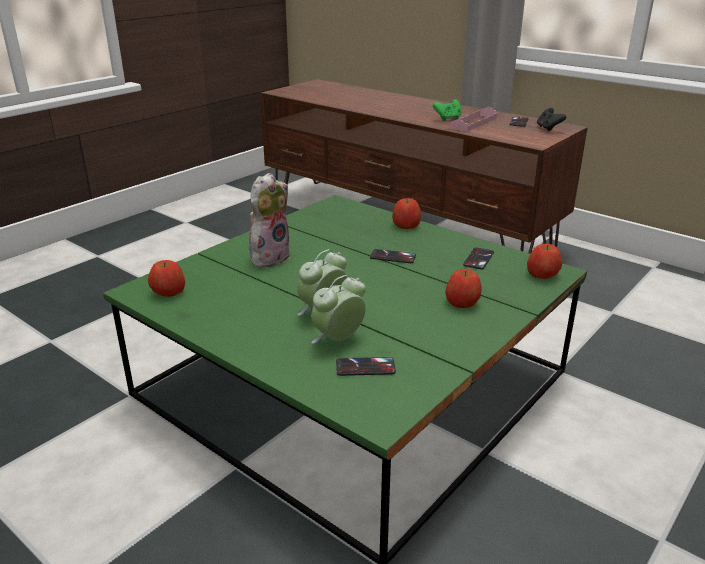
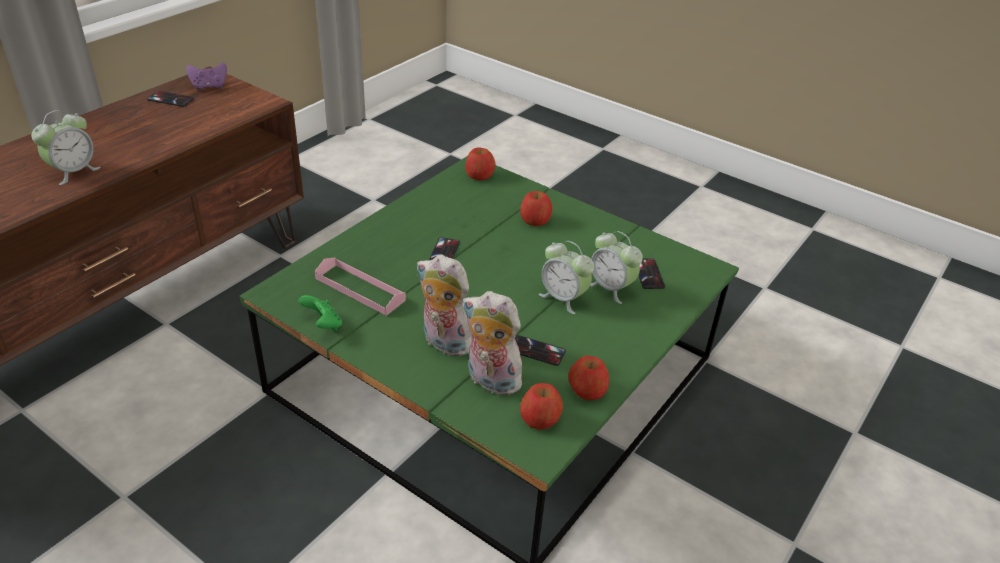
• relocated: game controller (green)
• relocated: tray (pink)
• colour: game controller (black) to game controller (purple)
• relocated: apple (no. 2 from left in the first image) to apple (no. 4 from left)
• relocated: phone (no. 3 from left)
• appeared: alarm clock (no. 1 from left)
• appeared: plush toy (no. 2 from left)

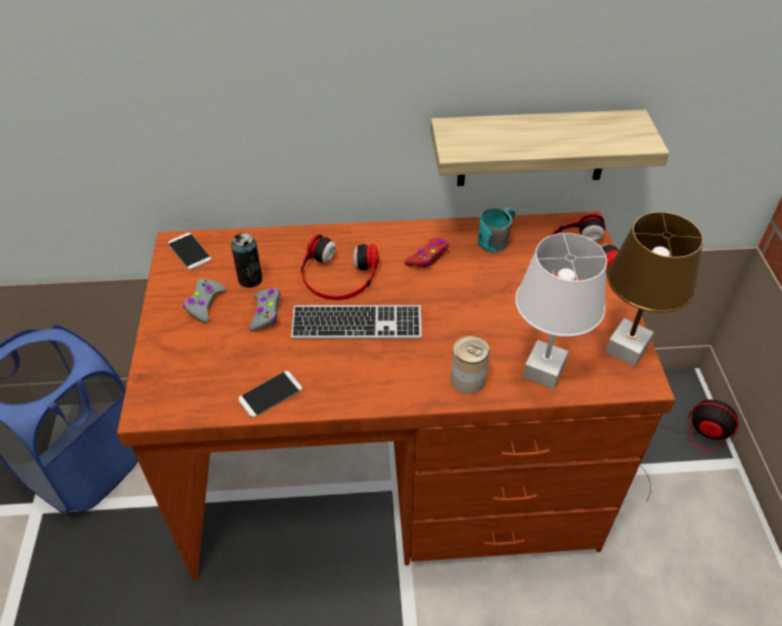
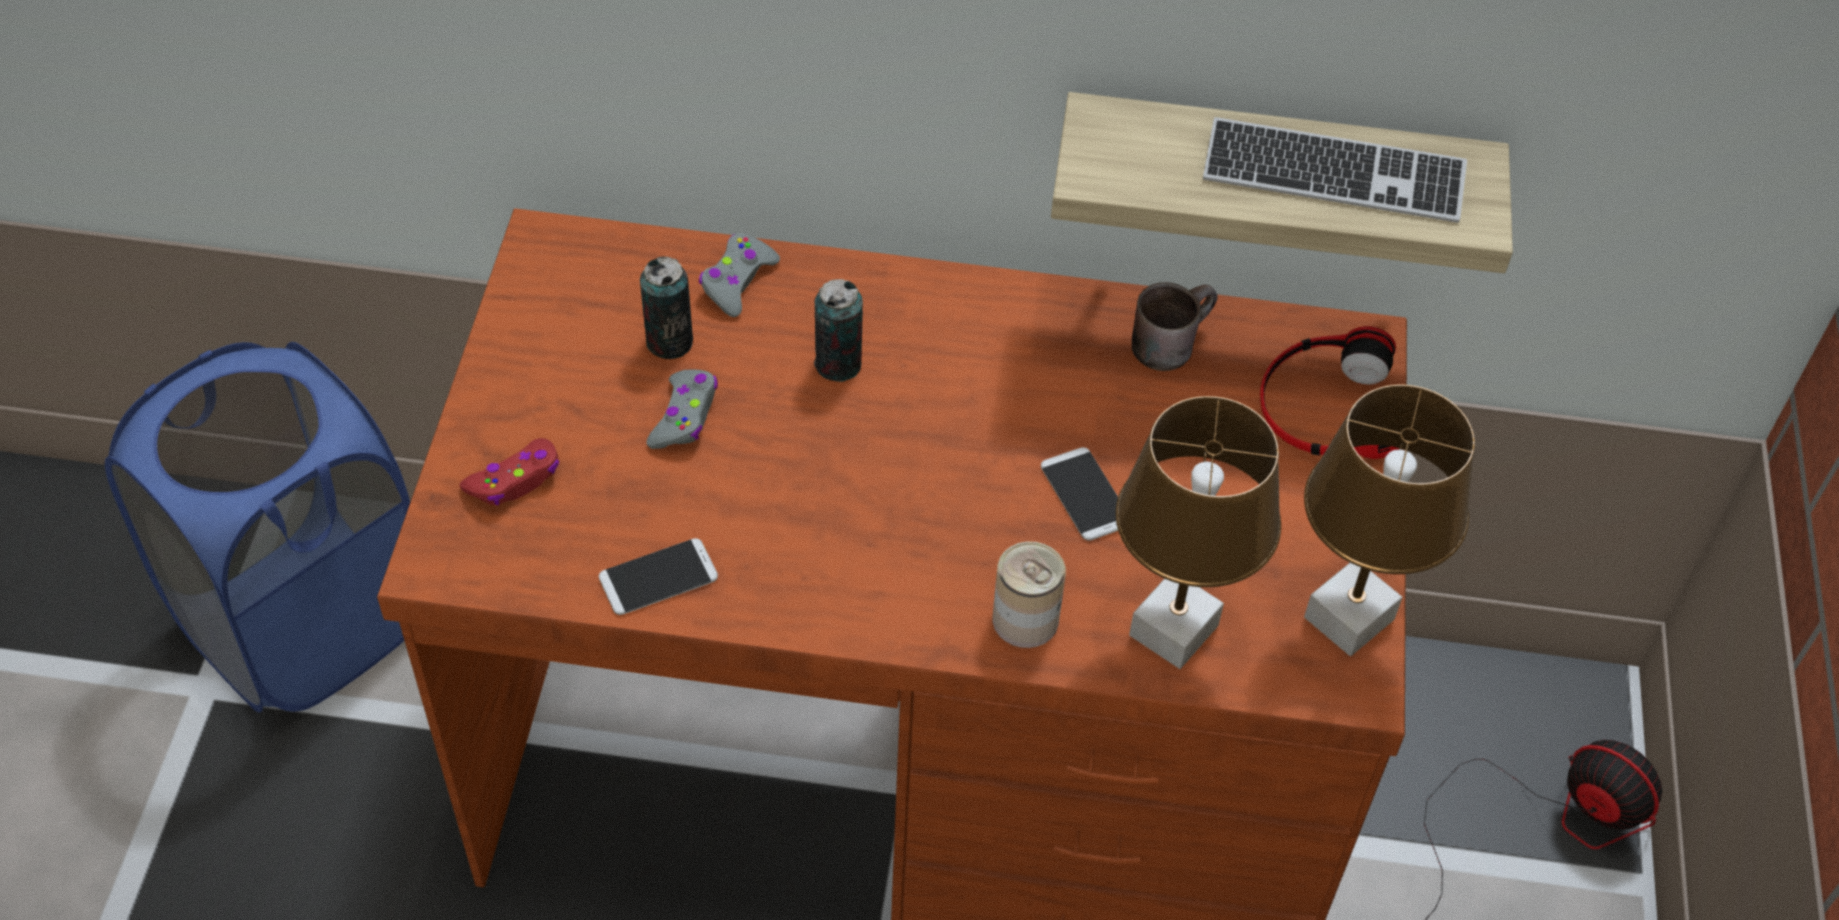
• colour: mug (turquoise) to mug (brown)
• relocated: phone (no. 1 from left in the first image) to phone (no. 2 from left)
• colour: table lamp (white) to table lamp (brown) (no. 1 from left)
• exchanged: headphones (no. 1 from left) to can (no. 2 from left)
• relocated: game controller (red)
• relocated: game controller (grey) (no. 1 from left in the first image) to game controller (grey) (no. 2 from left)
• relocated: keyboard

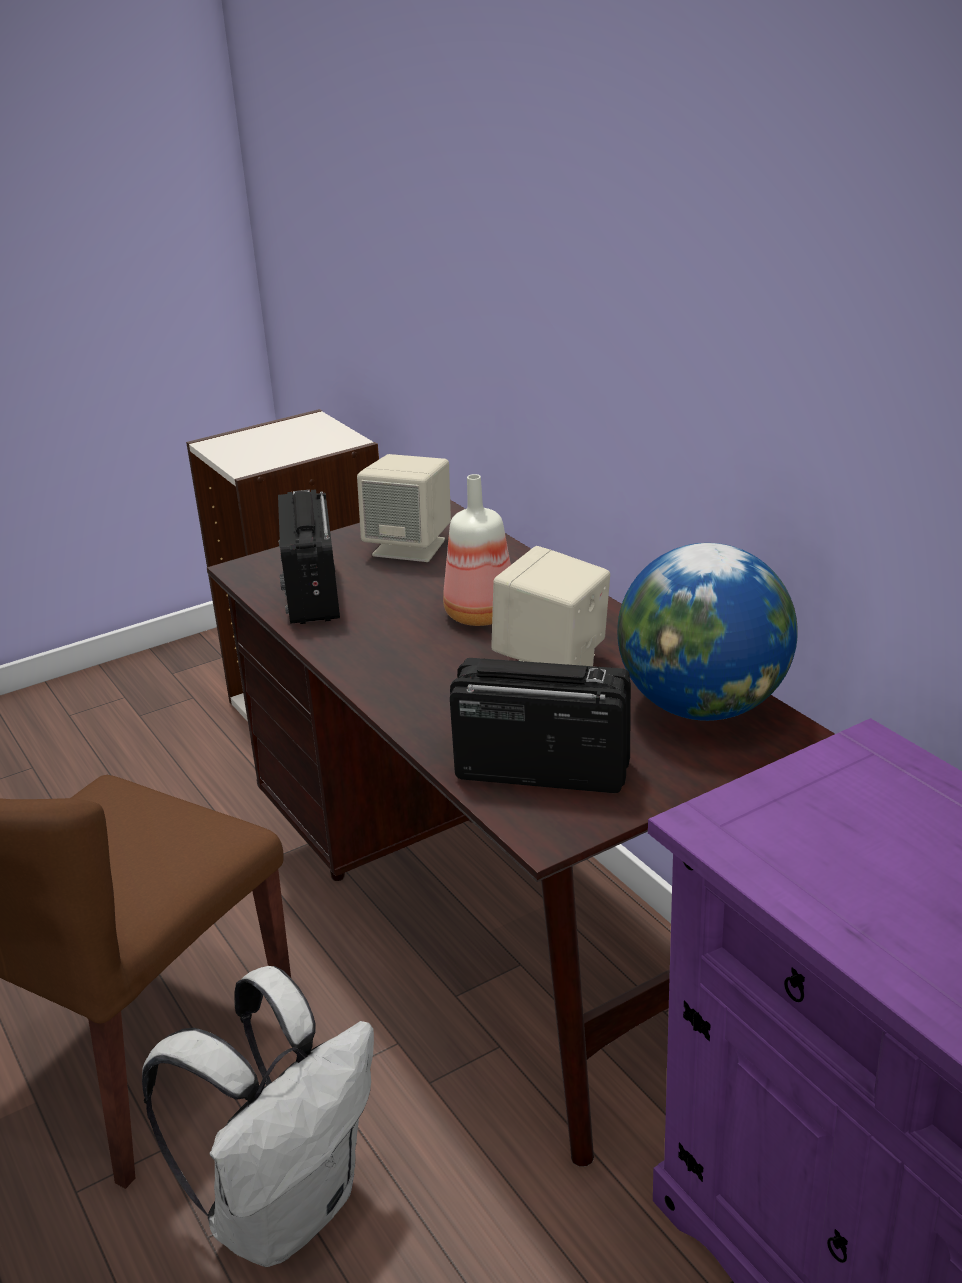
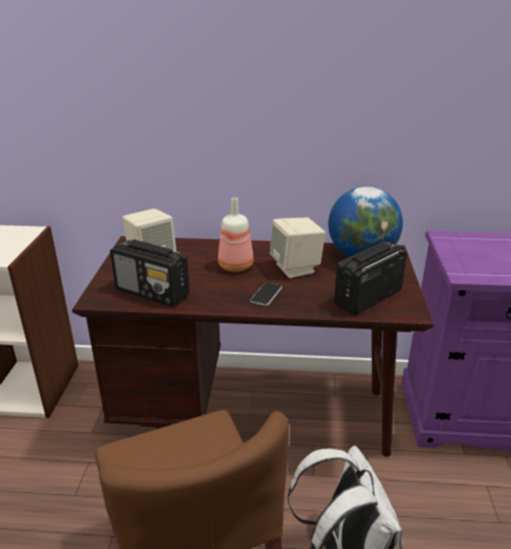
• appeared: phone

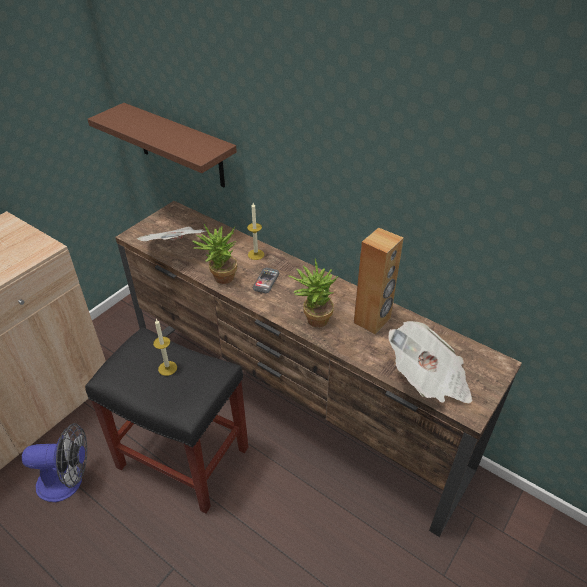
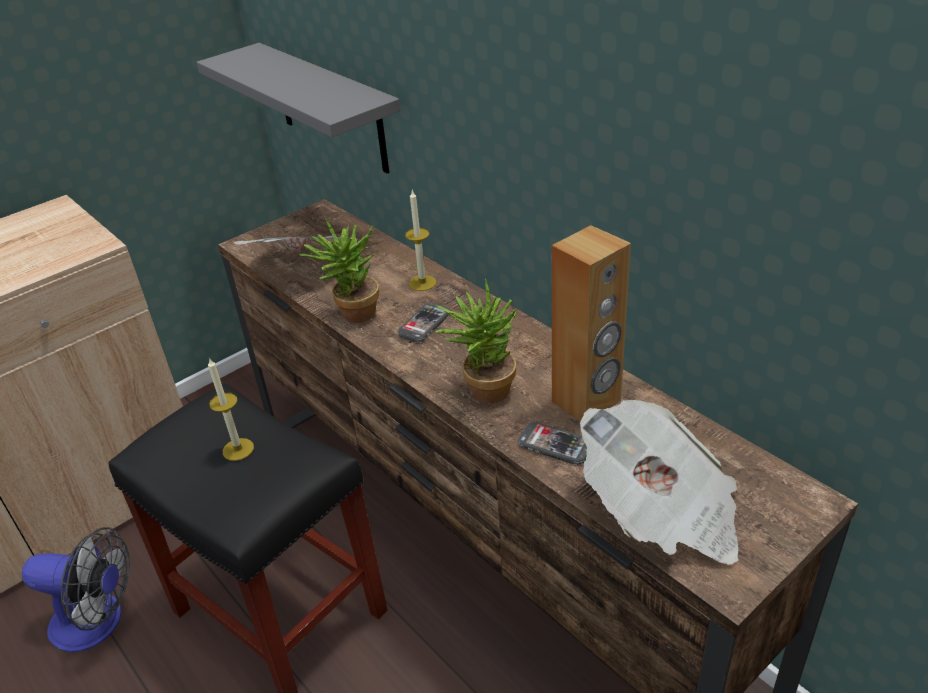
• colour: shelf (brown) to shelf (grey)
• appeared: phone (no. 2 from left)

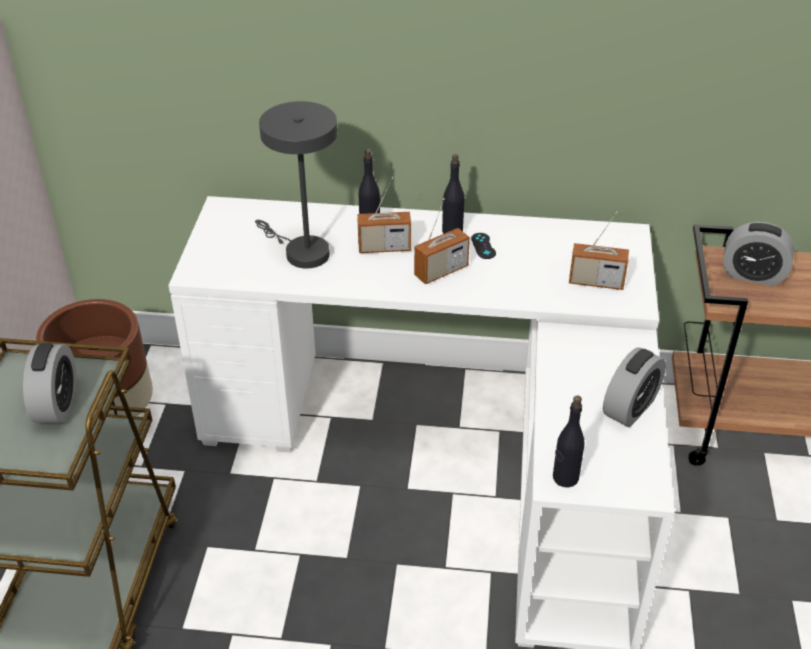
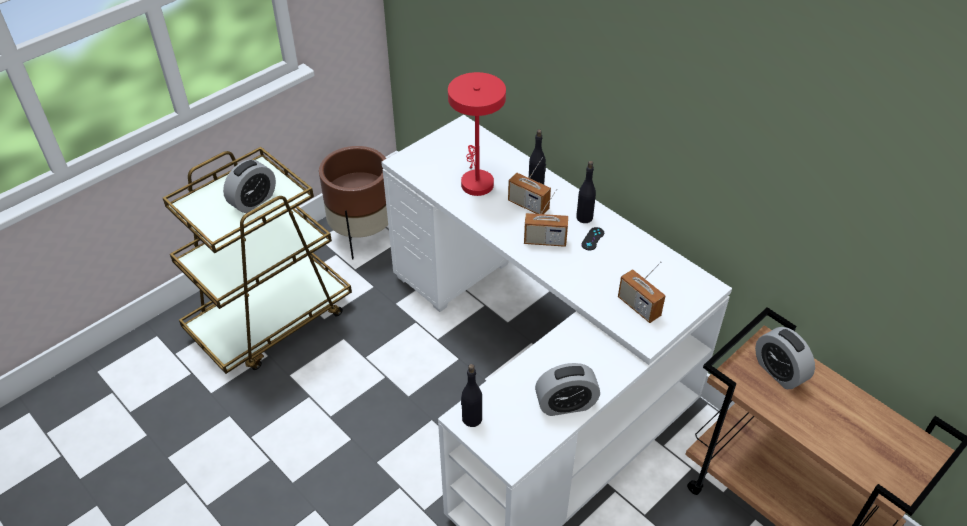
• colour: table lamp (grey) to table lamp (red)

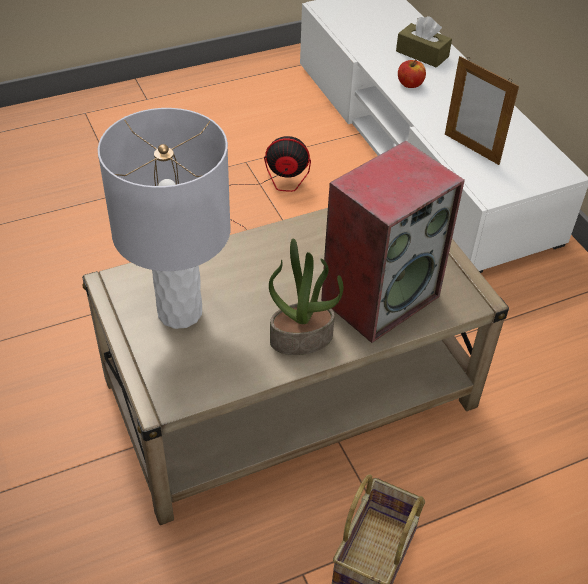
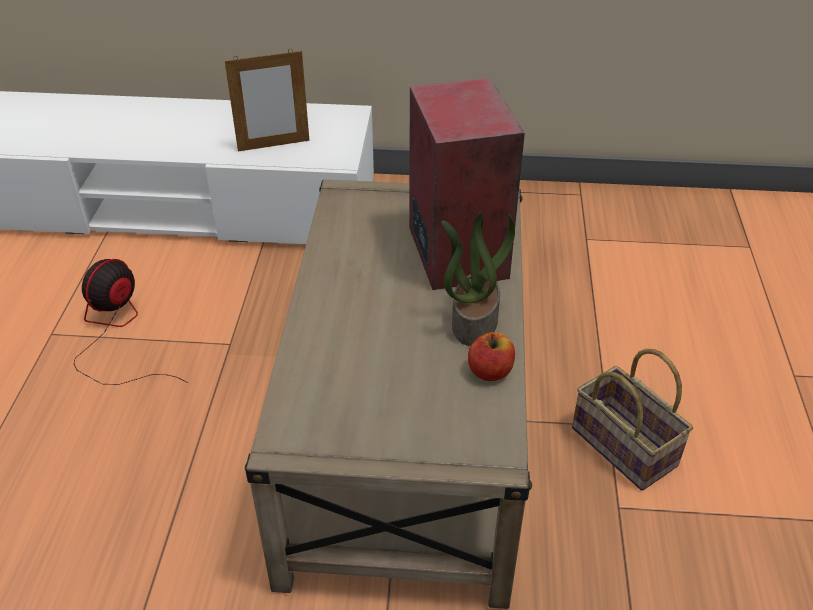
• missing: tissue box (brown)
• relocated: apple
• missing: table lamp (grey)

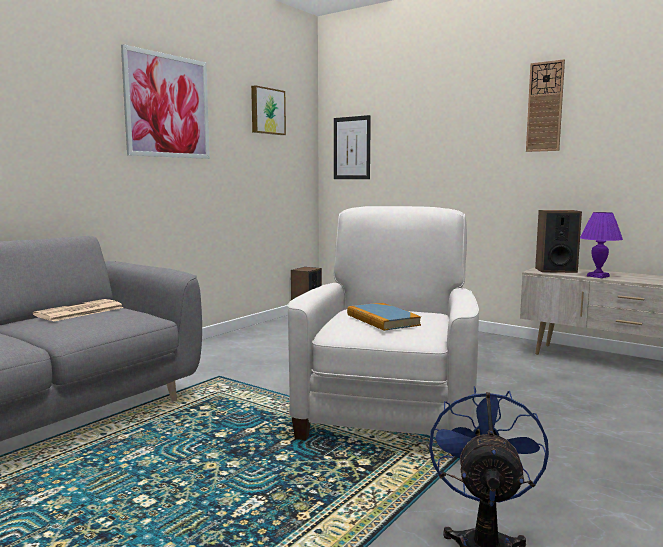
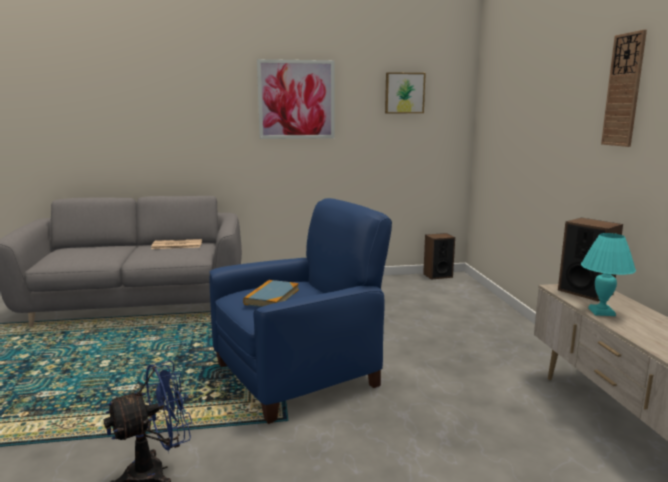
• missing: picture (no. 3 from left)
• colour: armchair (white) to armchair (blue)
• colour: table lamp (purple) to table lamp (turquoise)

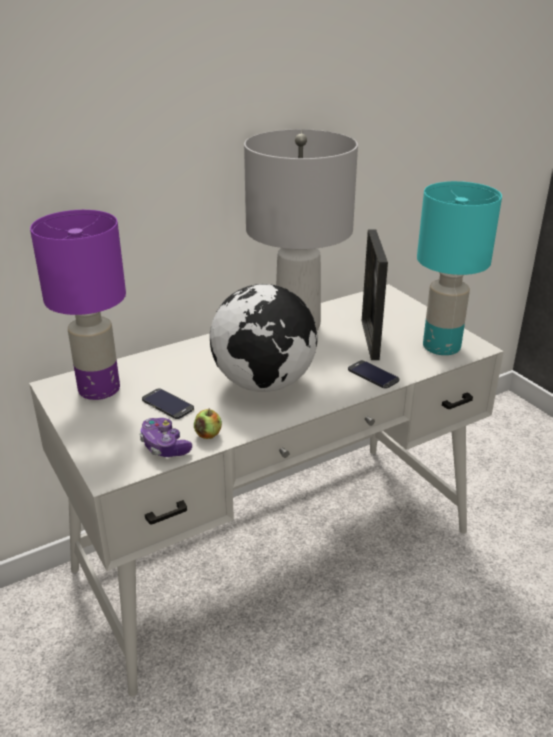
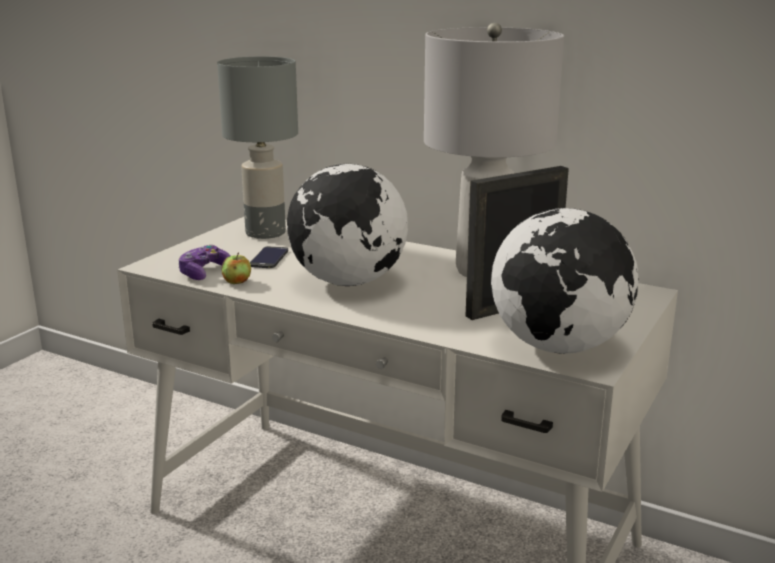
• exchanged: table lamp (turquoise) to globe (no. 2 from left)
• colour: table lamp (purple) to table lamp (grey) (no. 1 from left)
• missing: phone (no. 2 from left)

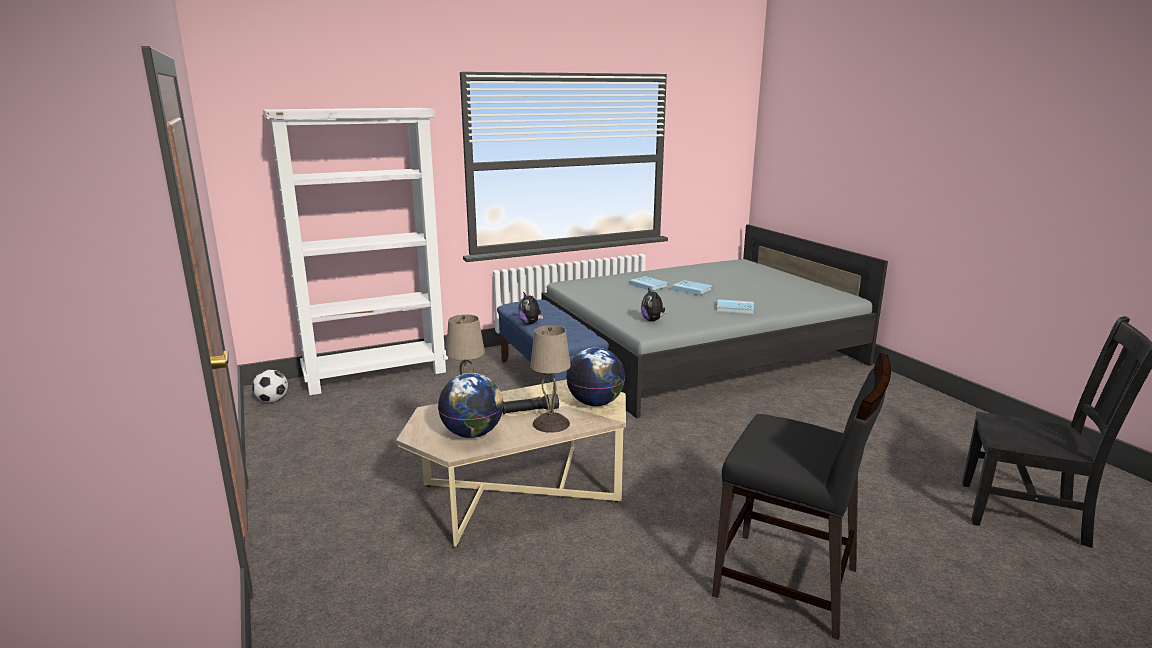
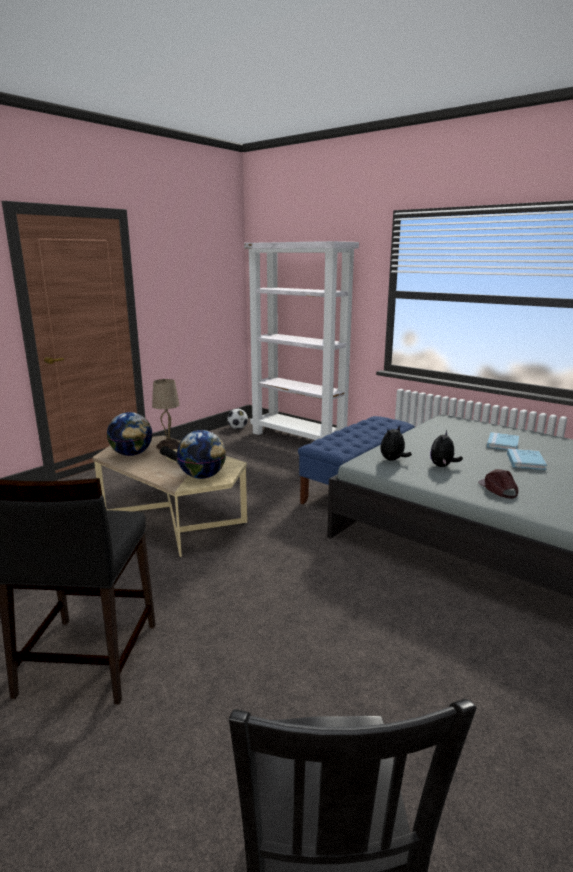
• relocated: plush toy (no. 1 from left in the first image) to plush toy (no. 2 from left)
• exchanged: book (blue) (no. 3 from left) to cap (brown)
• missing: table lamp (beige) (no. 2 from left)

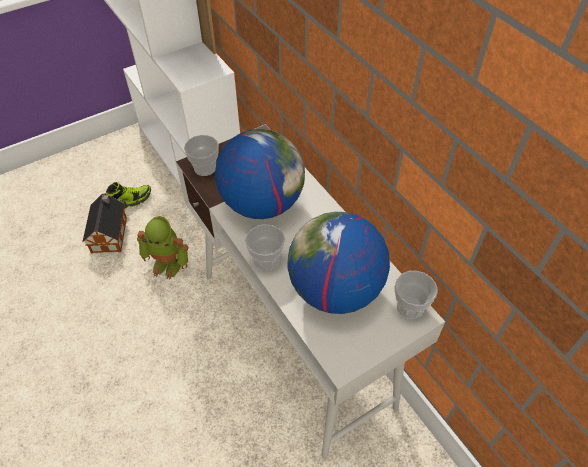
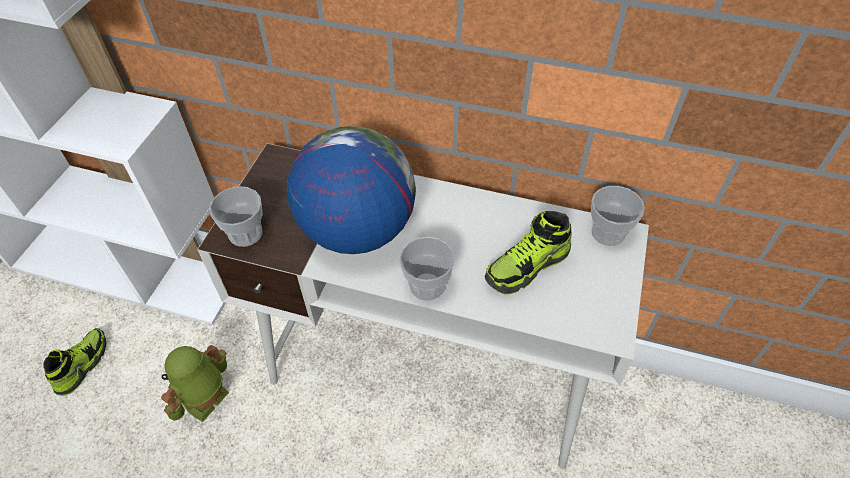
• missing: toy house
• exchanged: globe (no. 2 from left) to shoe (no. 2 from left)
• spun: toy robot 150 degrees clockwise

